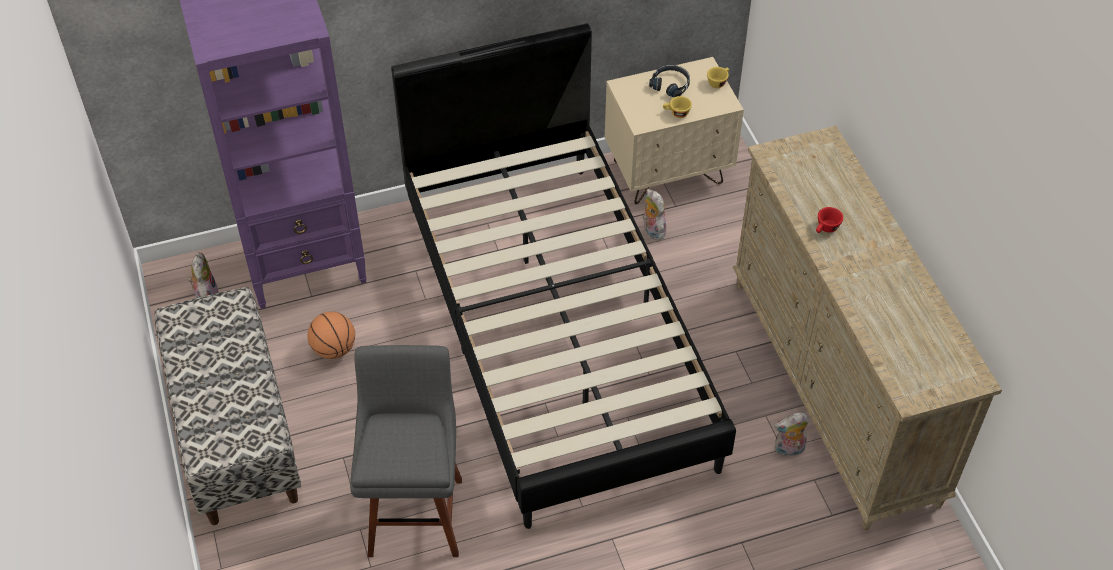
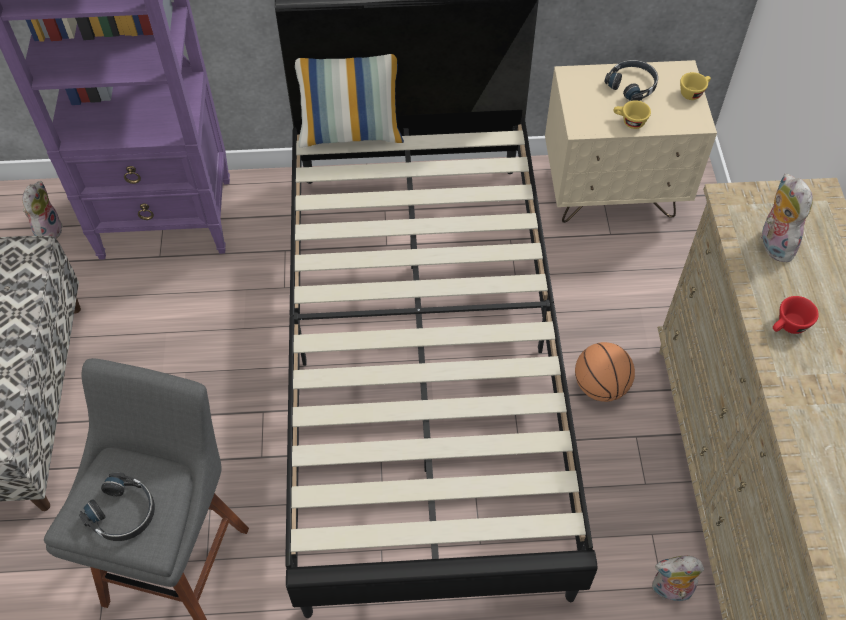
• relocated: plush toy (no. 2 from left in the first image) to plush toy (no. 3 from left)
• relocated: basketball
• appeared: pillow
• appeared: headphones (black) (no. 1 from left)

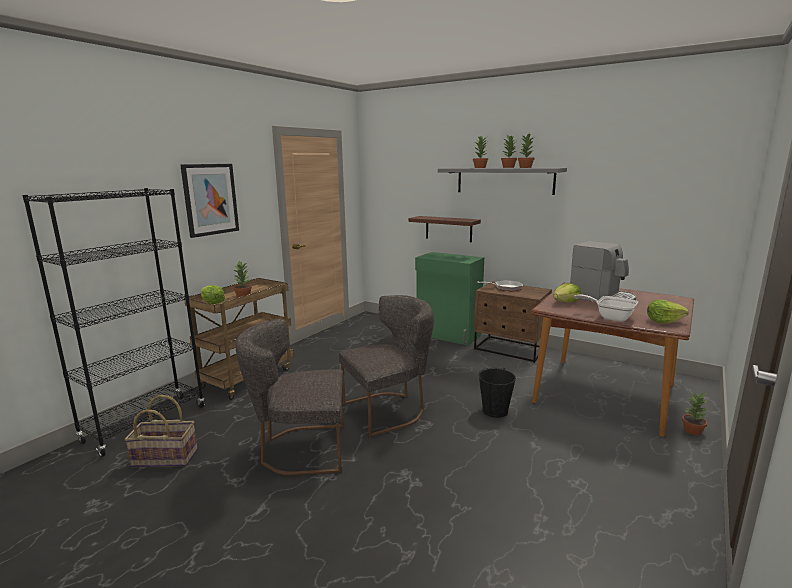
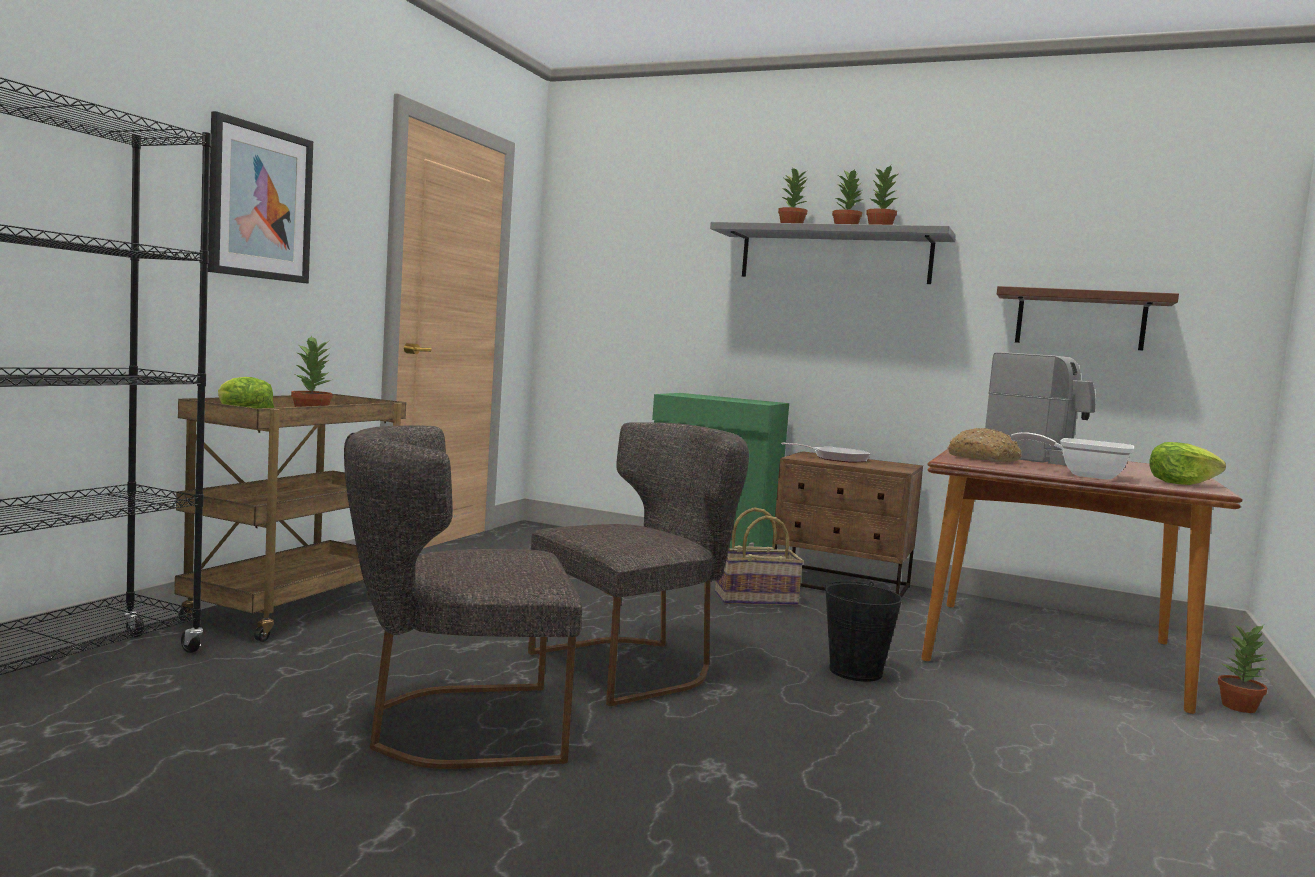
• relocated: shelf (brown)
• exchanged: lettuce (no. 2 from left) to bread
• relocated: basket

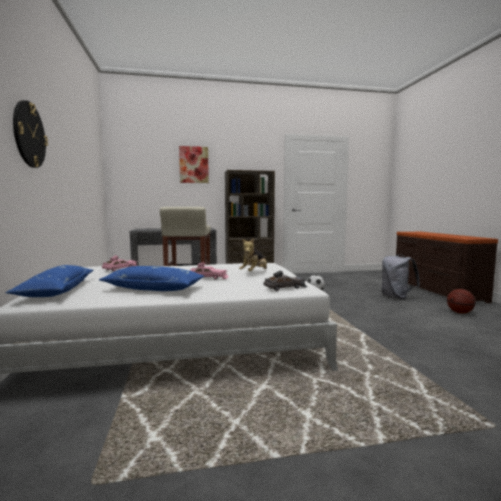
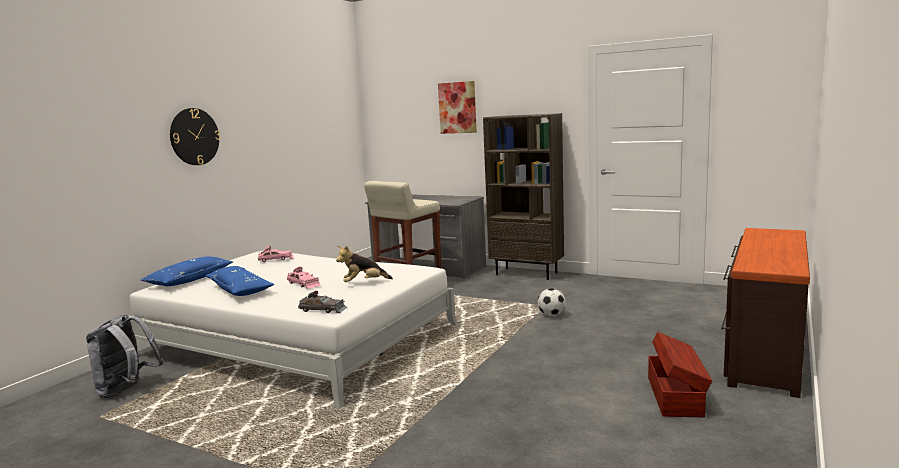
• relocated: backpack (grey)
• exchanged: basketball to storage box (brown)

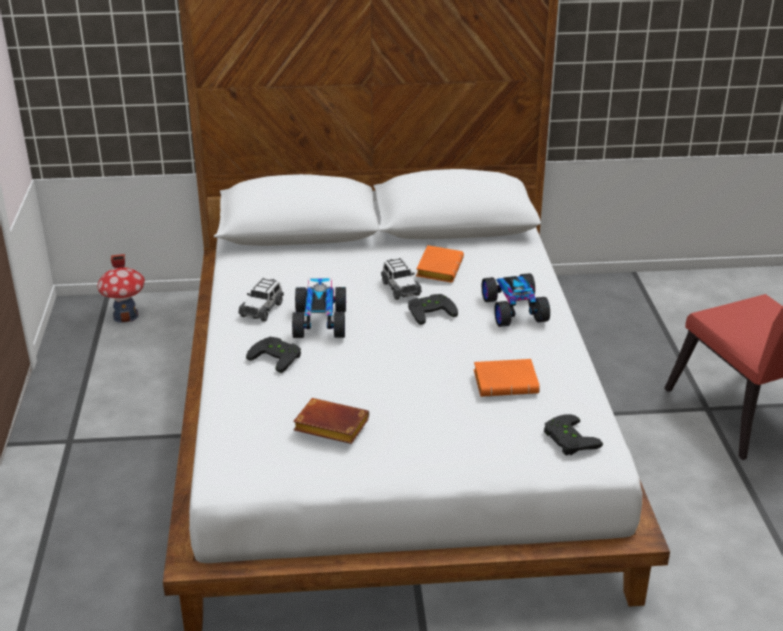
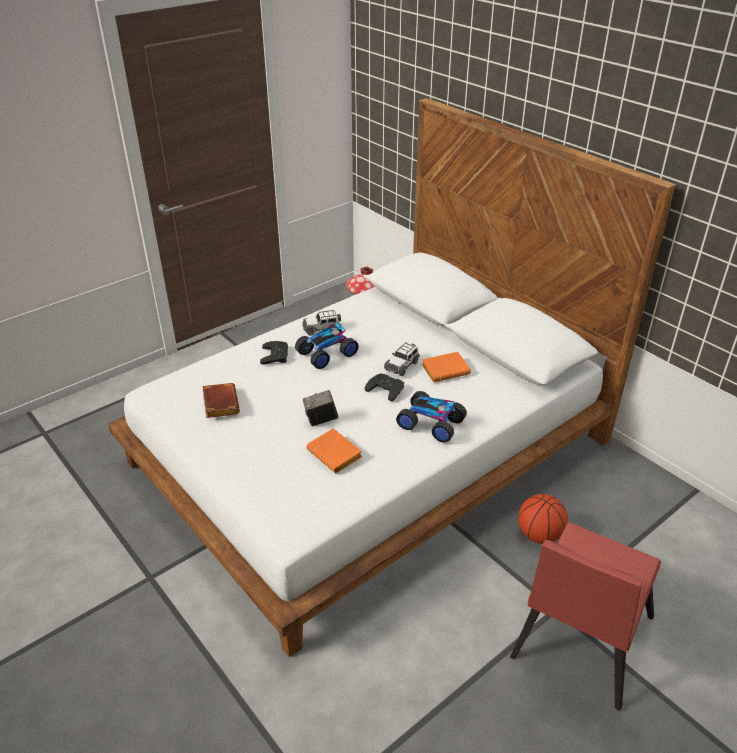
• spun: toy car (no. 4 from left) 105 degrees counterclockwise
• missing: game controller (black) (no. 3 from left)
• appeared: photo camera
• appeared: basketball

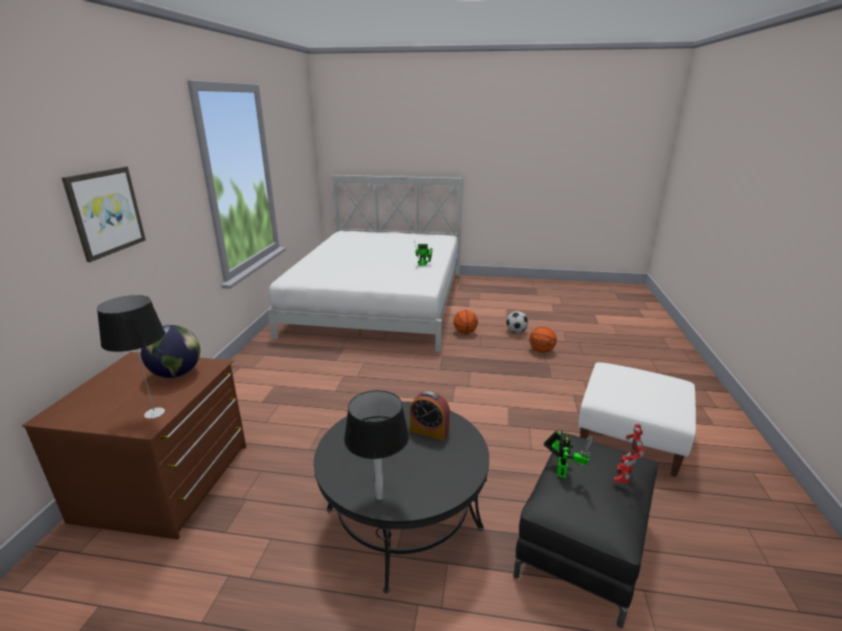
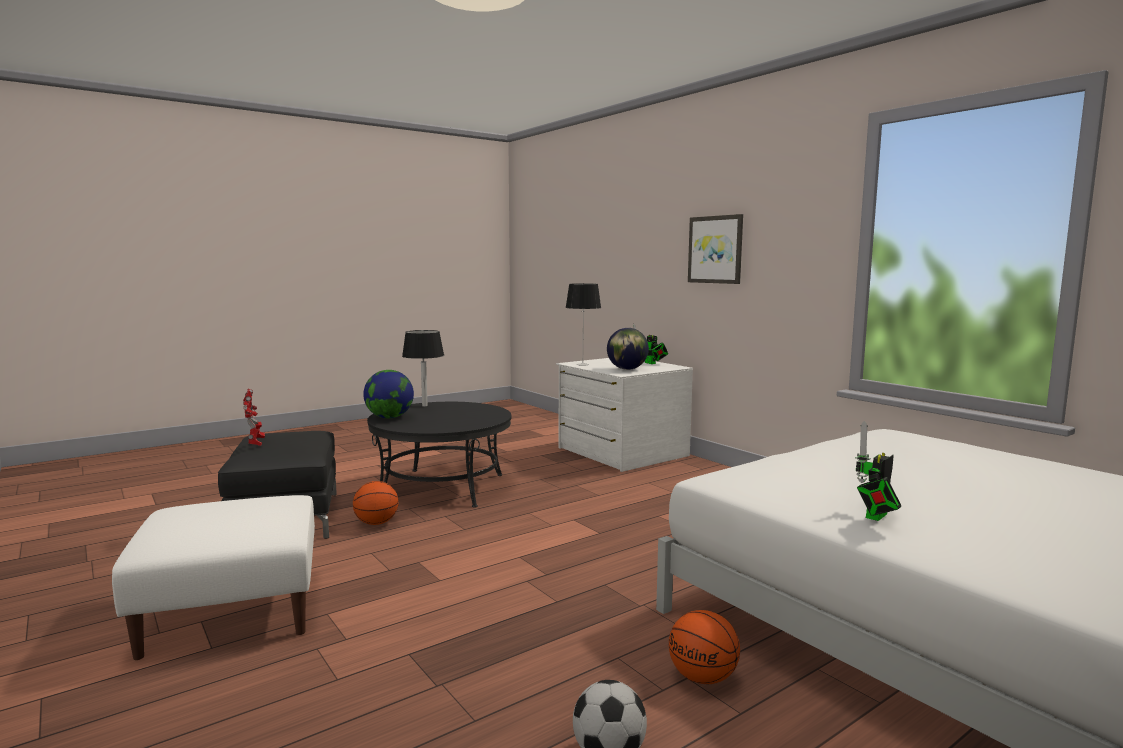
• relocated: basketball (no. 2 from left in the first image) to basketball (no. 1 from left)
• colour: dresser (brown) to dresser (white)
• missing: alarm clock
• relocated: toy robot (no. 2 from left)
• appeared: globe (no. 1 from left)

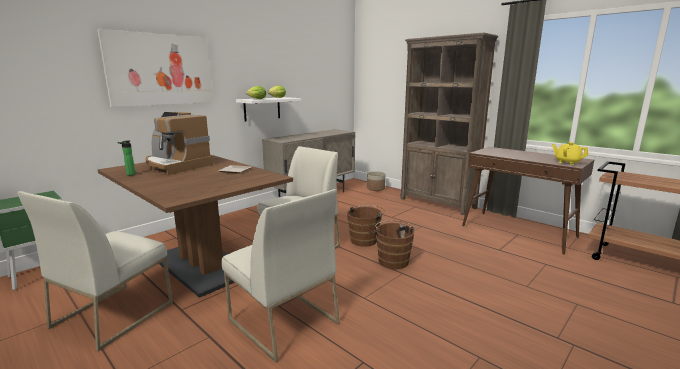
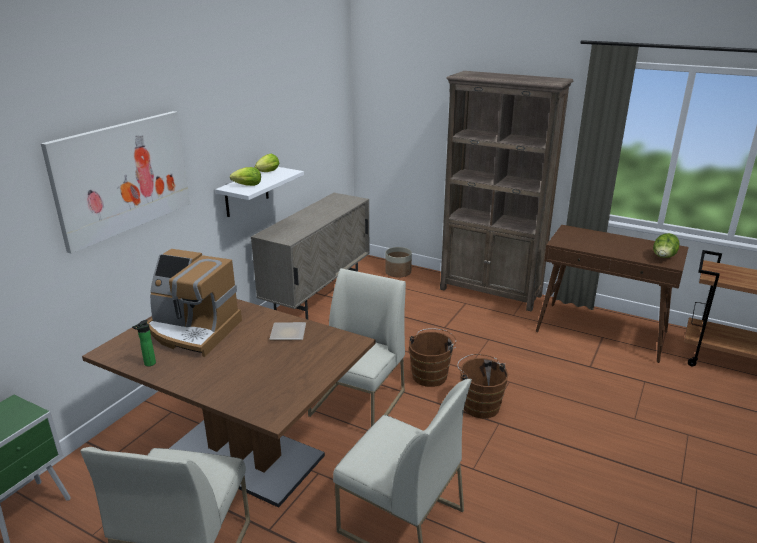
• exchanged: teapot (yellow) to lettuce (no. 3 from left)

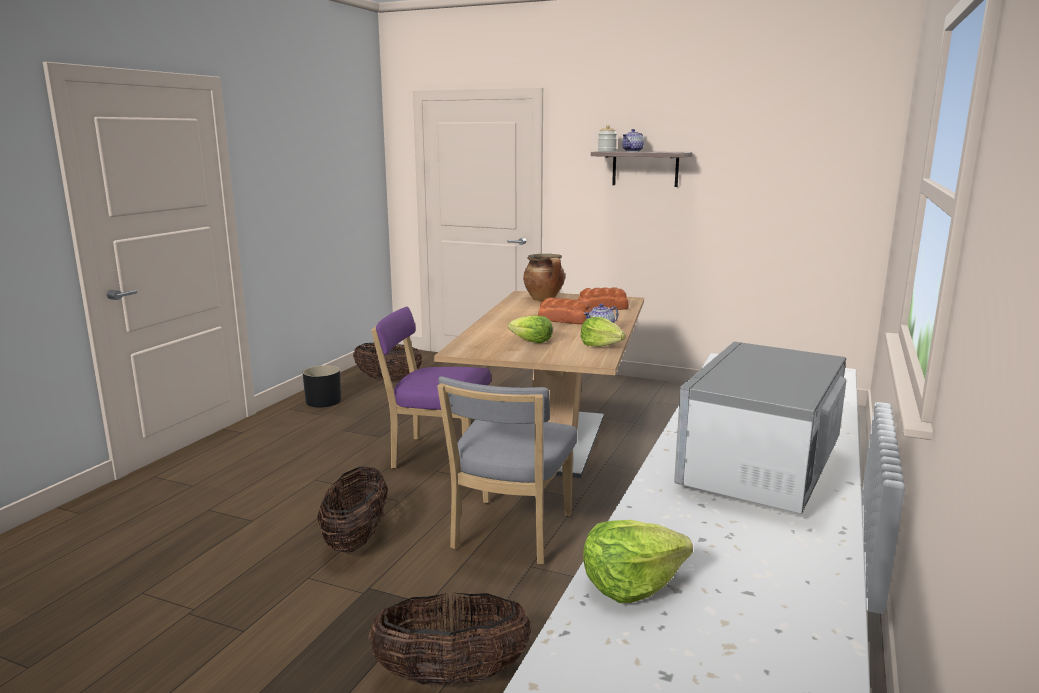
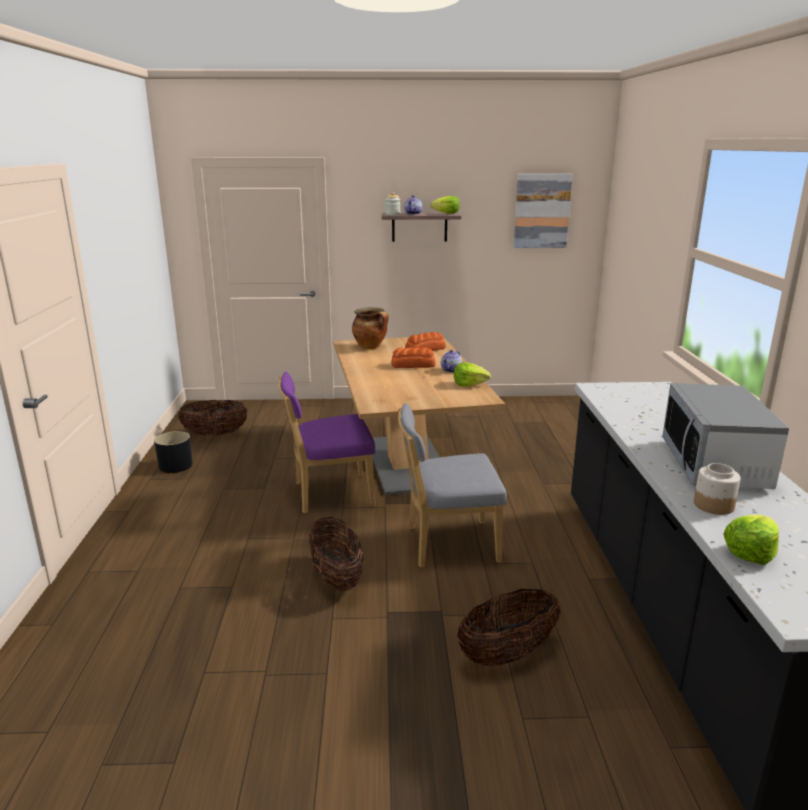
• relocated: lettuce (no. 1 from left)
• spun: chair (grey) 90 degrees clockwise
• appeared: picture
• appeared: jar (no. 2 from left)

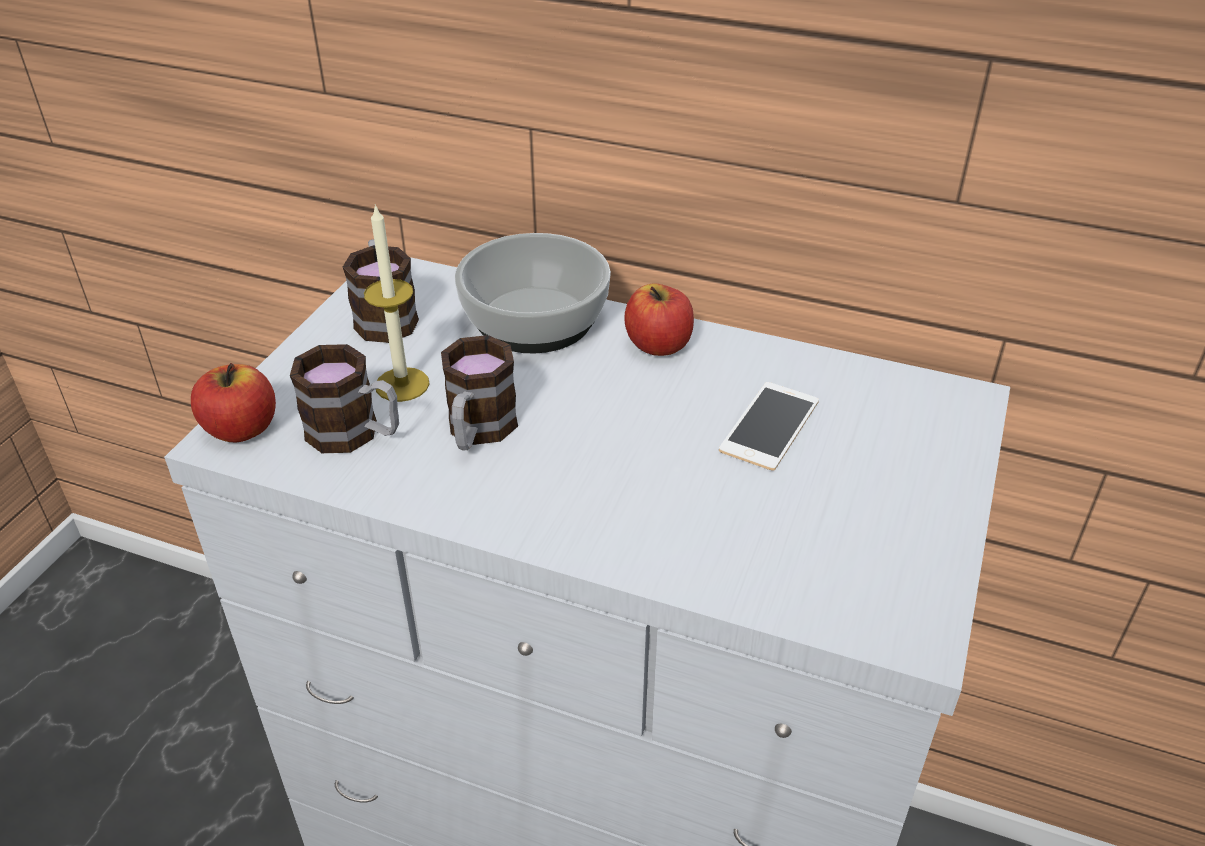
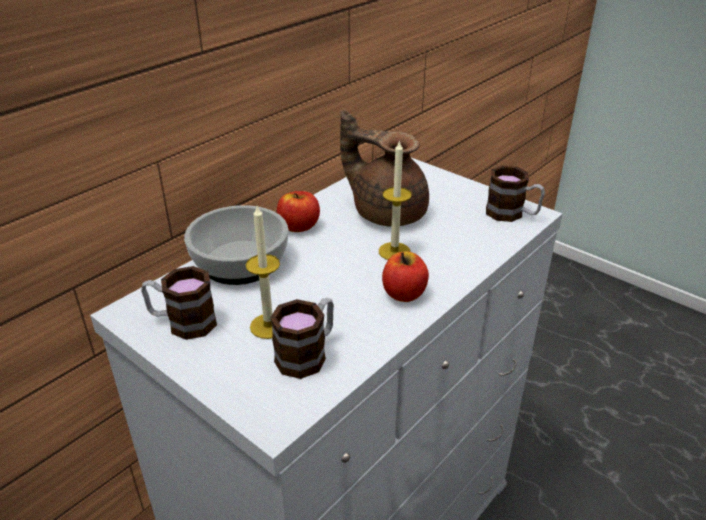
• relocated: mug (no. 3 from left)
• relocated: apple (no. 1 from left in the first image) to apple (no. 2 from left)
• exchanged: phone to teapot (brown)
• appeared: candle (no. 2 from left)

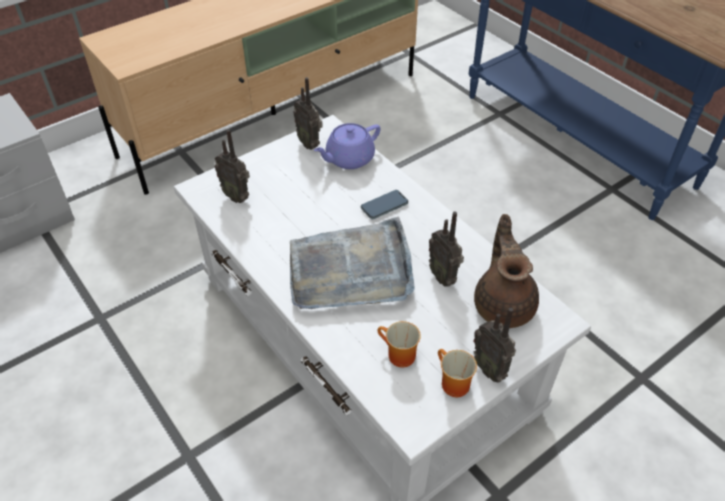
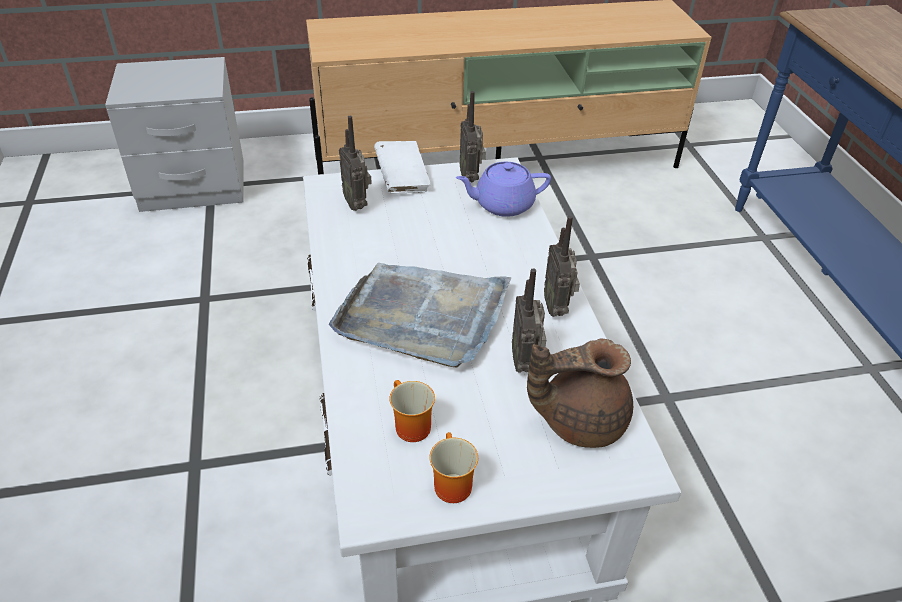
• missing: phone
• spun: teapot (brown) 120 degrees counterclockwise
• relocated: radio (no. 4 from left)
• appeared: book (white)

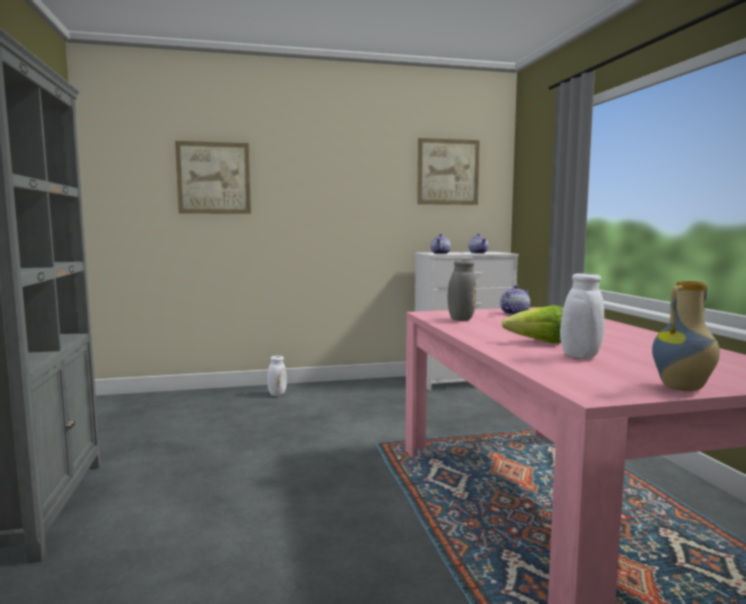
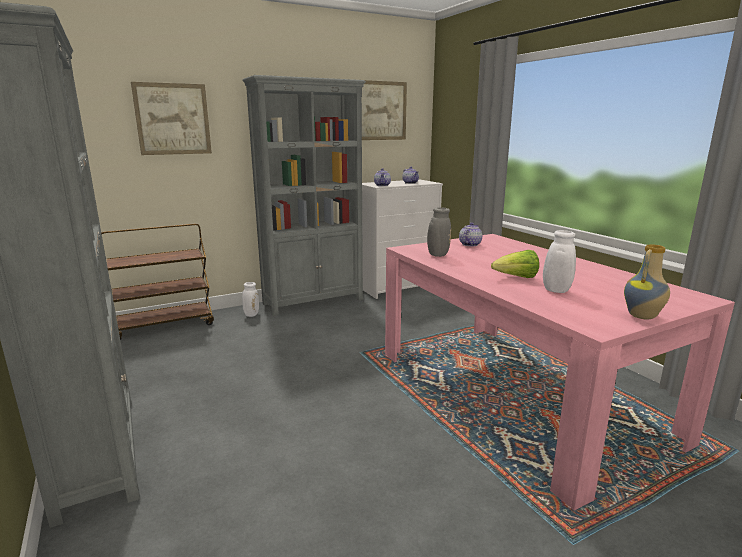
• appeared: bookcase (grey) (no. 2 from left)
• appeared: cart (brown)

